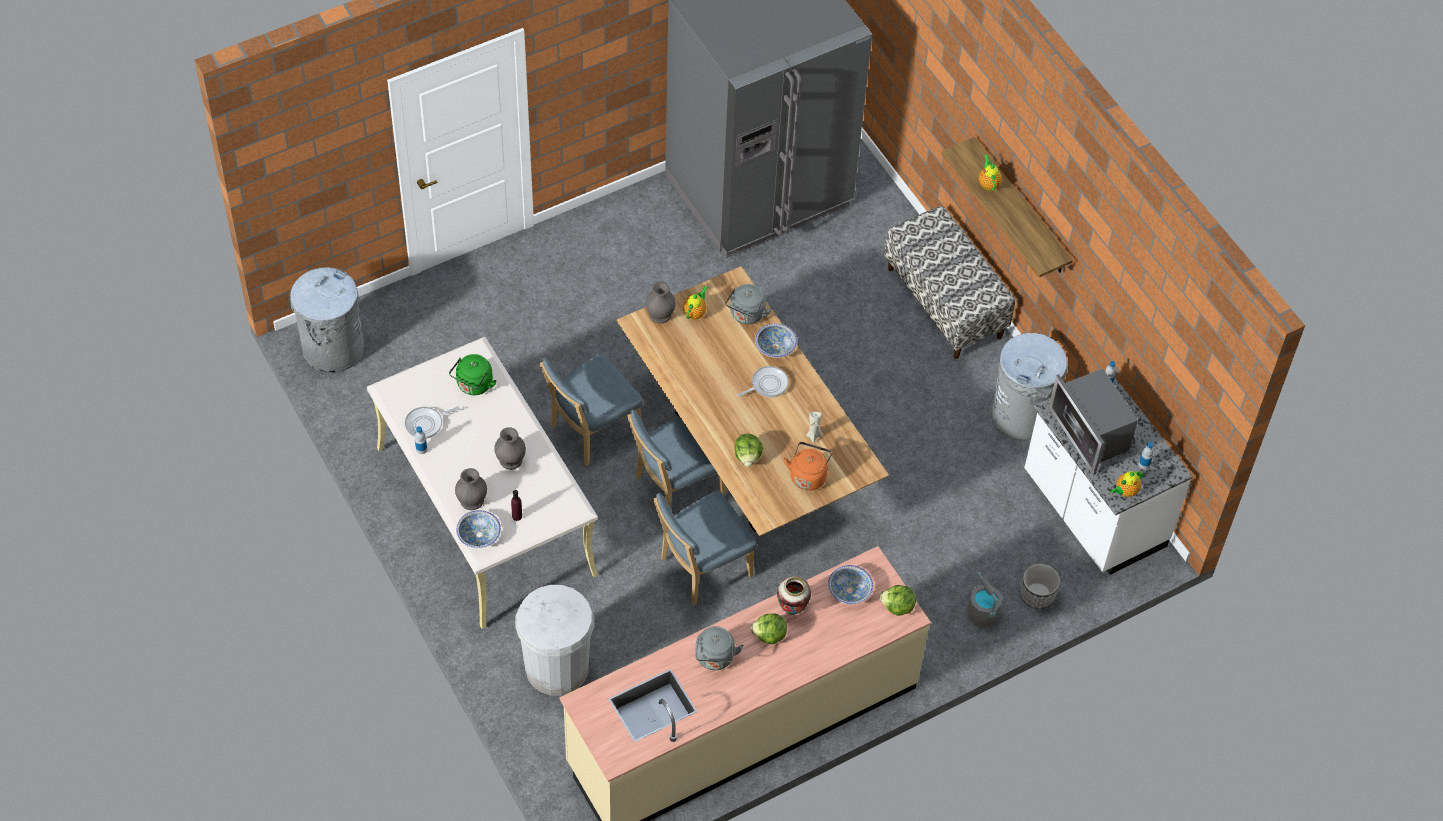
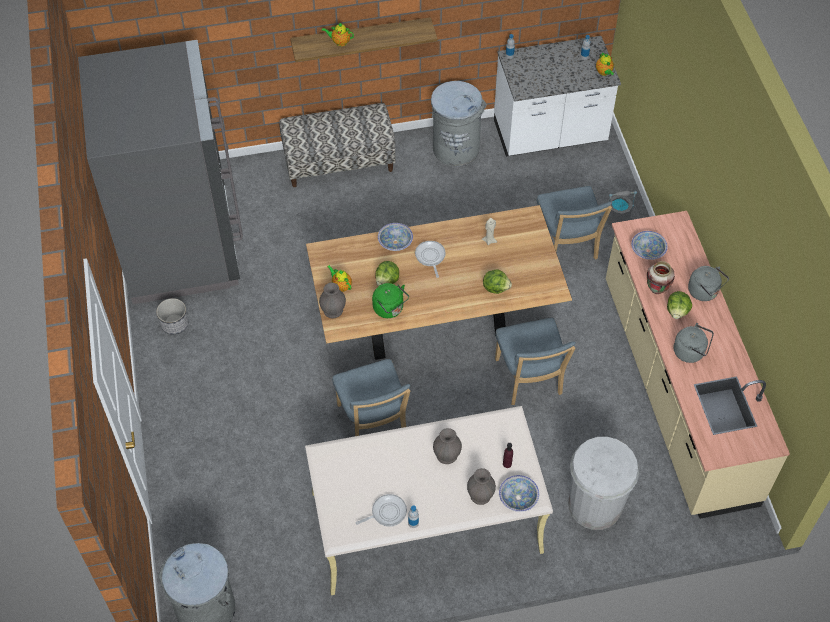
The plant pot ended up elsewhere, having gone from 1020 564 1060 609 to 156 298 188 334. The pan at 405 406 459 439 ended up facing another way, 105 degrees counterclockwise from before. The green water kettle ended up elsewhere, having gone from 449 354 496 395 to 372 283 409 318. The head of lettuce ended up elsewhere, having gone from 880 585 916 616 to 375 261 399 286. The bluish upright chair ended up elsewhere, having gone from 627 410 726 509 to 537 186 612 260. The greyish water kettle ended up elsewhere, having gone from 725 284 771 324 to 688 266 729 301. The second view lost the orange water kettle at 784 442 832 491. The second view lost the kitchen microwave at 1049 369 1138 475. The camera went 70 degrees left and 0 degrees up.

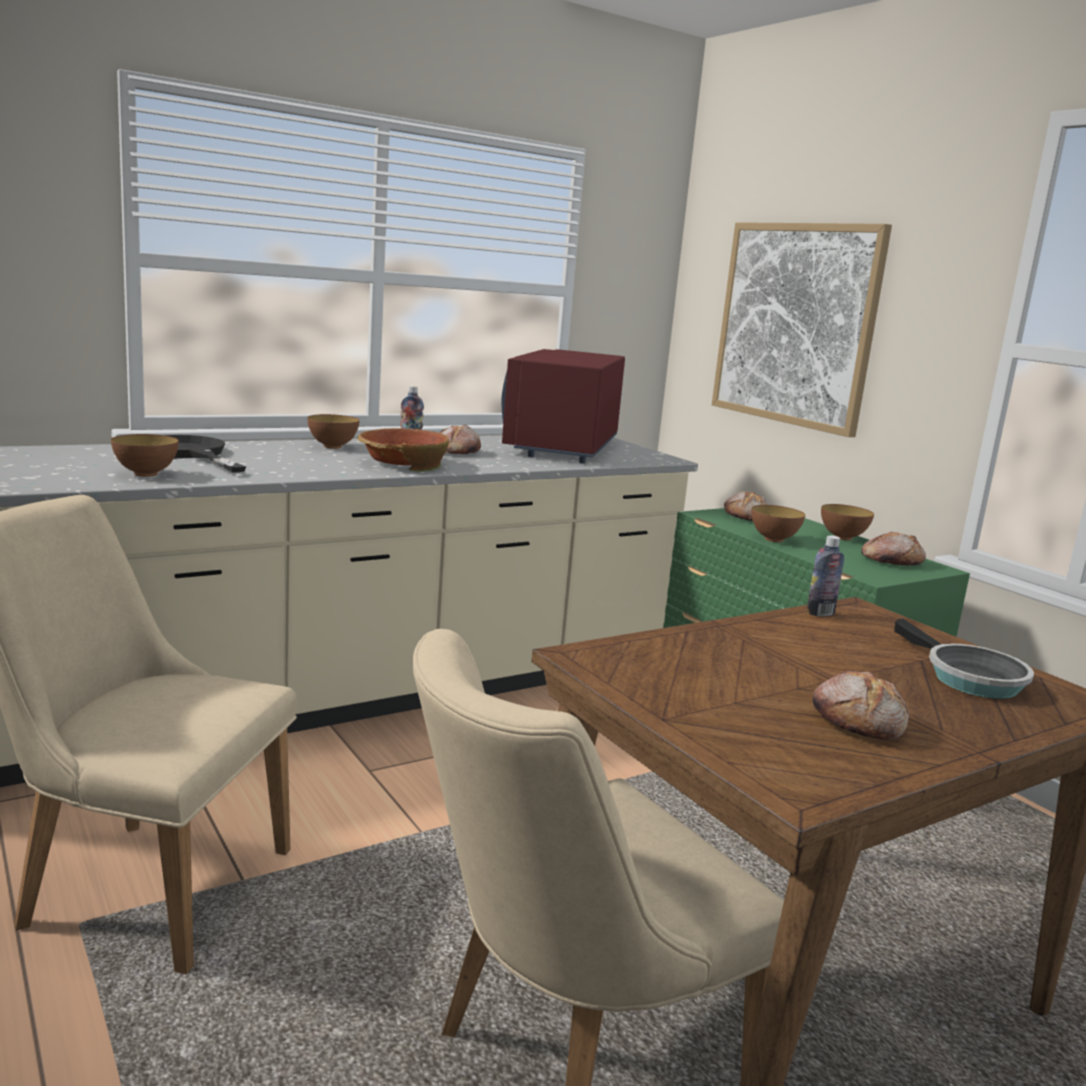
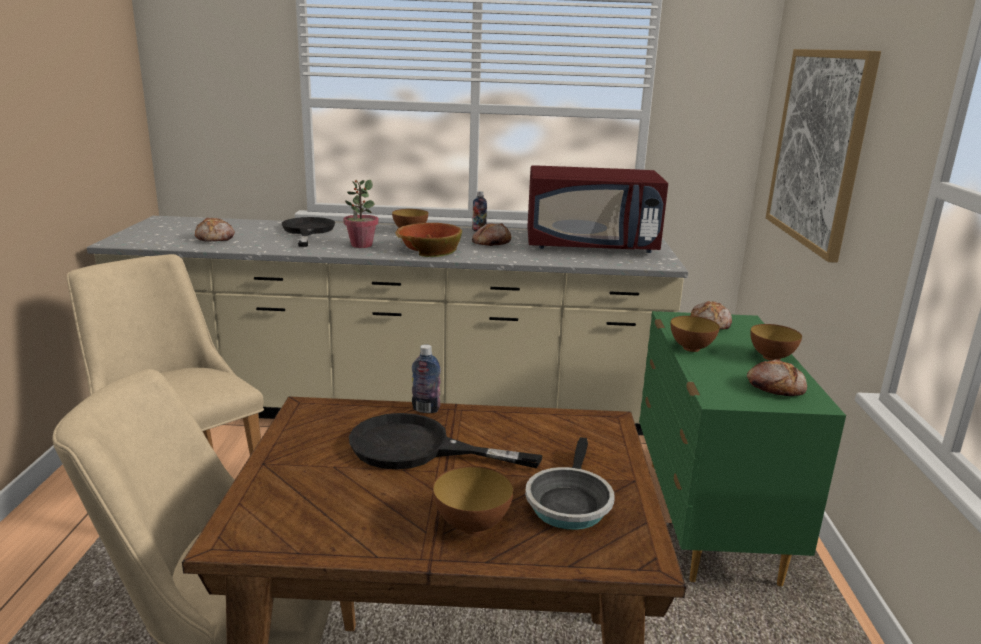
The bread ended up elsewhere, having gone from 813 671 909 740 to 195 218 235 242. The second view gained the houseplant at 343 180 379 248. The second view gained the blackish pan at 349 413 542 470. The bottle ended up elsewhere, having gone from 806 535 844 616 to 412 344 441 413. The deep dish ended up elsewhere, having gone from 111 434 179 477 to 433 466 514 534. The reddish kitchen microwave at 501 349 625 464 ended up facing another way, 135 degrees counterclockwise from before. The camera went 35 degrees right and 5 degrees up.

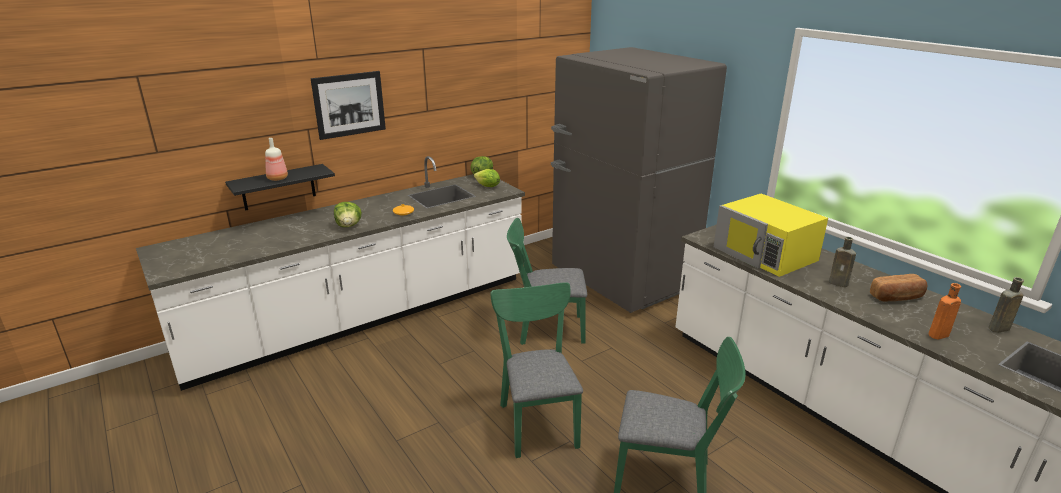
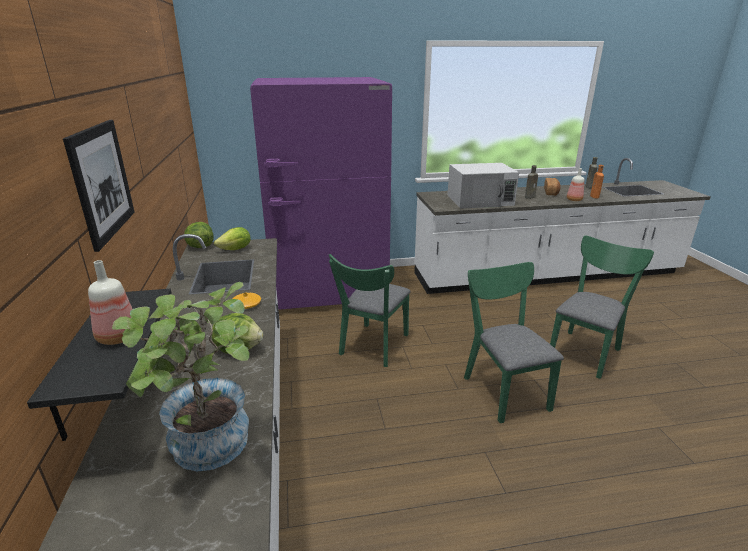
The second view gained the houseplant at 112 282 249 472. What was the greyish kitchen fridge at 551 47 727 313 turned into the purple-coloured kitchen fridge at 250 77 392 310. What was the yellowish kitchen microwave at 714 194 828 277 turned into the white kitchen microwave at 447 163 519 209. The green upright chair at 491 282 583 458 ended up facing another way, 60 degrees clockwise from before. The second view gained the bottle at 567 168 584 201. The camera went 65 degrees left and 0 degrees up.

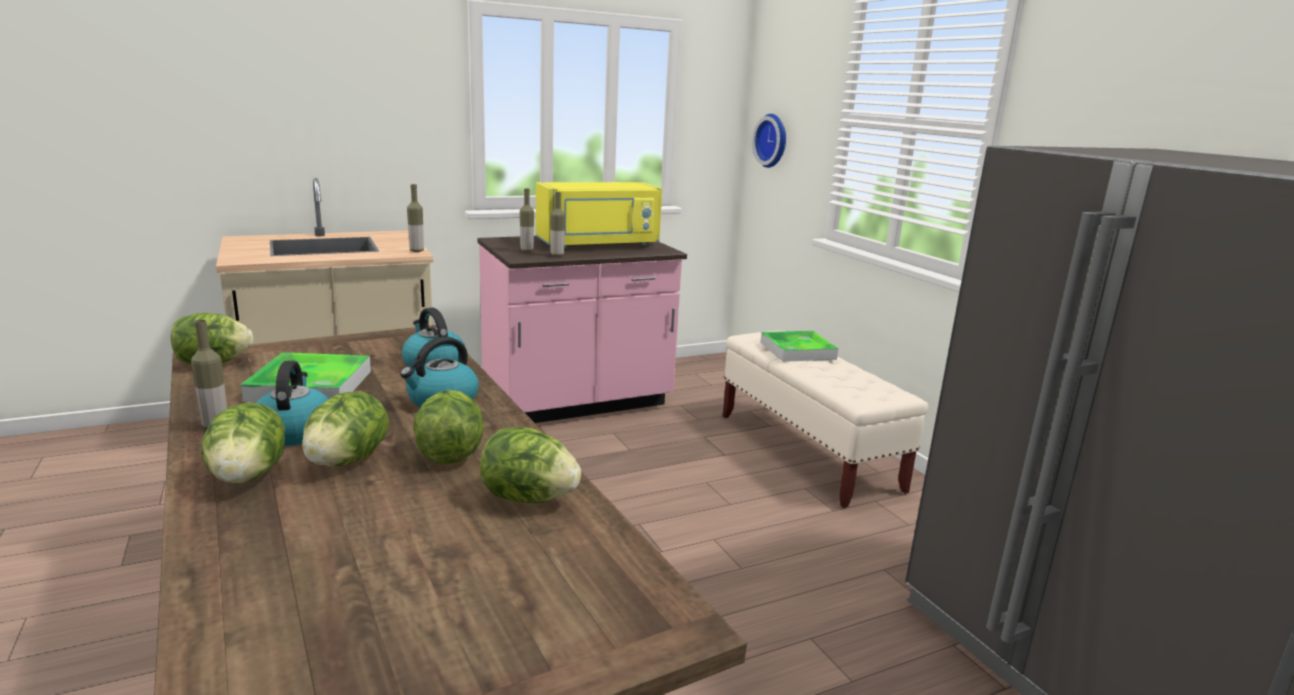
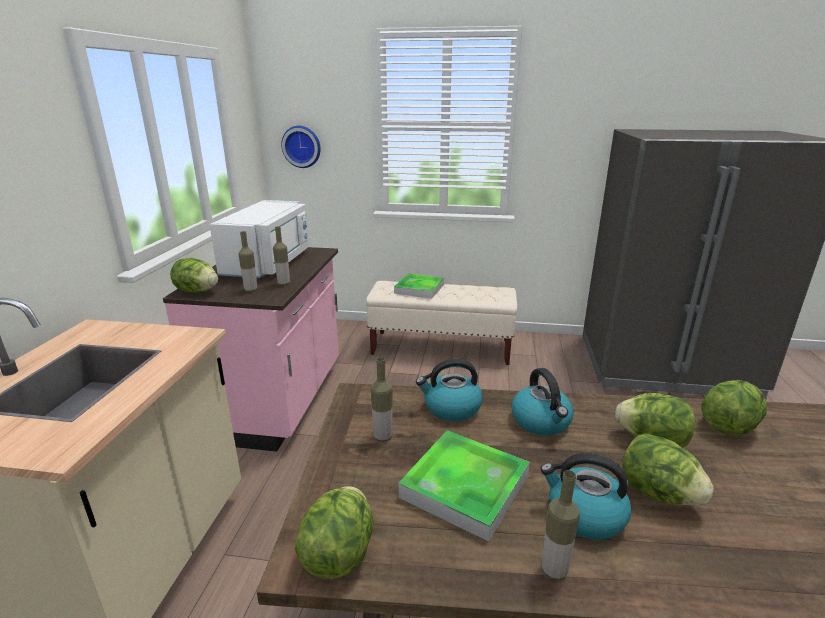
The head of lettuce ended up elsewhere, having gone from 201 402 285 483 to 170 258 218 293. What was the yellowish kitchen microwave at 536 182 662 248 turned into the white kitchen microwave at 209 200 309 278. The bottle ended up elsewhere, having gone from 407 184 424 252 to 371 357 393 442. The camera went 55 degrees left and 5 degrees up.

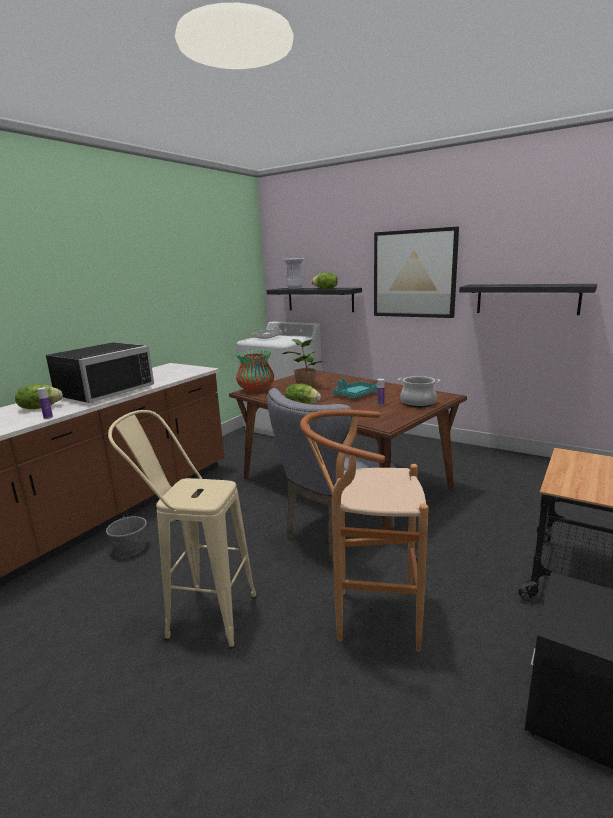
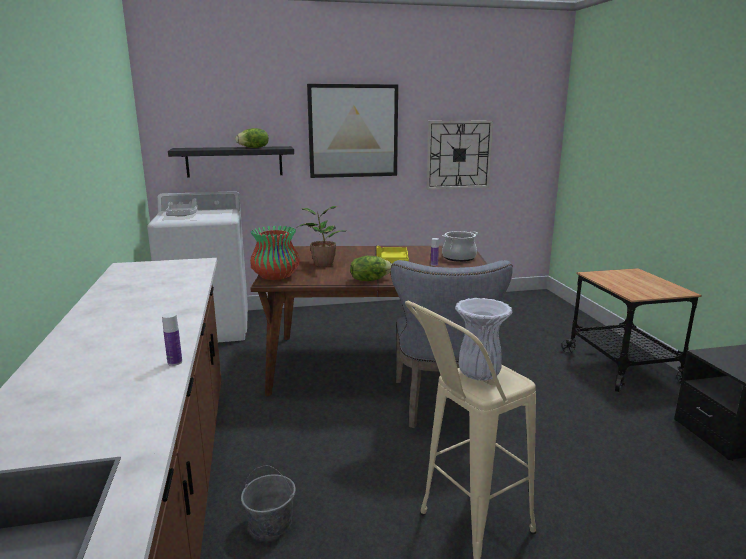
What was the blue-green serving tray at 333 379 377 398 turned into the yellowish serving tray at 377 246 409 263. Where the blackish wall shelf hung at 459 284 597 315, the clock on the wall came to hang at 426 121 493 189. The white decorative vase ended up elsewhere, having gone from 282 258 304 289 to 455 298 513 381. The second view lost the head of lettuce at 15 384 63 409. The second view lost the blackish kitchen microwave at 46 342 154 403. The second view lost the brown-coloured sitting stool at 300 409 429 652. The camera went 45 degrees left and 0 degrees up.

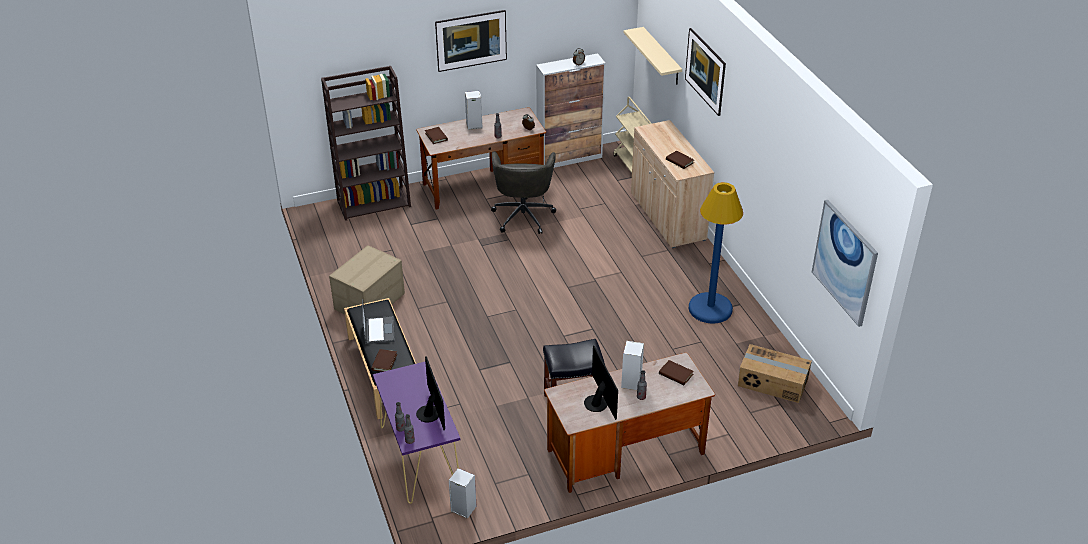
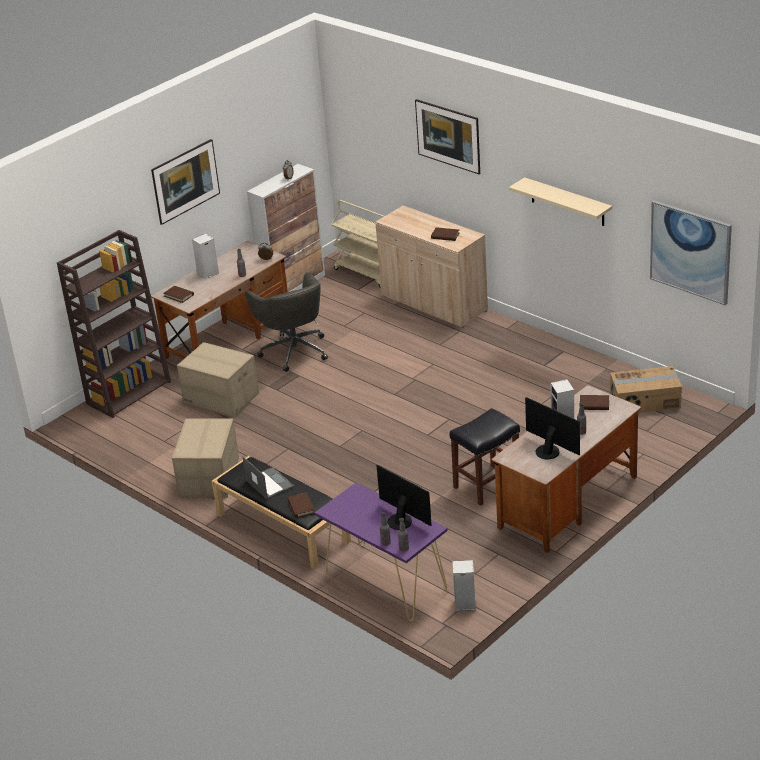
The second view gained the cardboard box at 177 342 259 417. The beige-coloured wall shelf ended up elsewhere, having gone from 624 27 682 85 to 509 177 612 226. The second view lost the bluish floor lamp at 689 182 743 324. The camera went 25 degrees left and 5 degrees down.

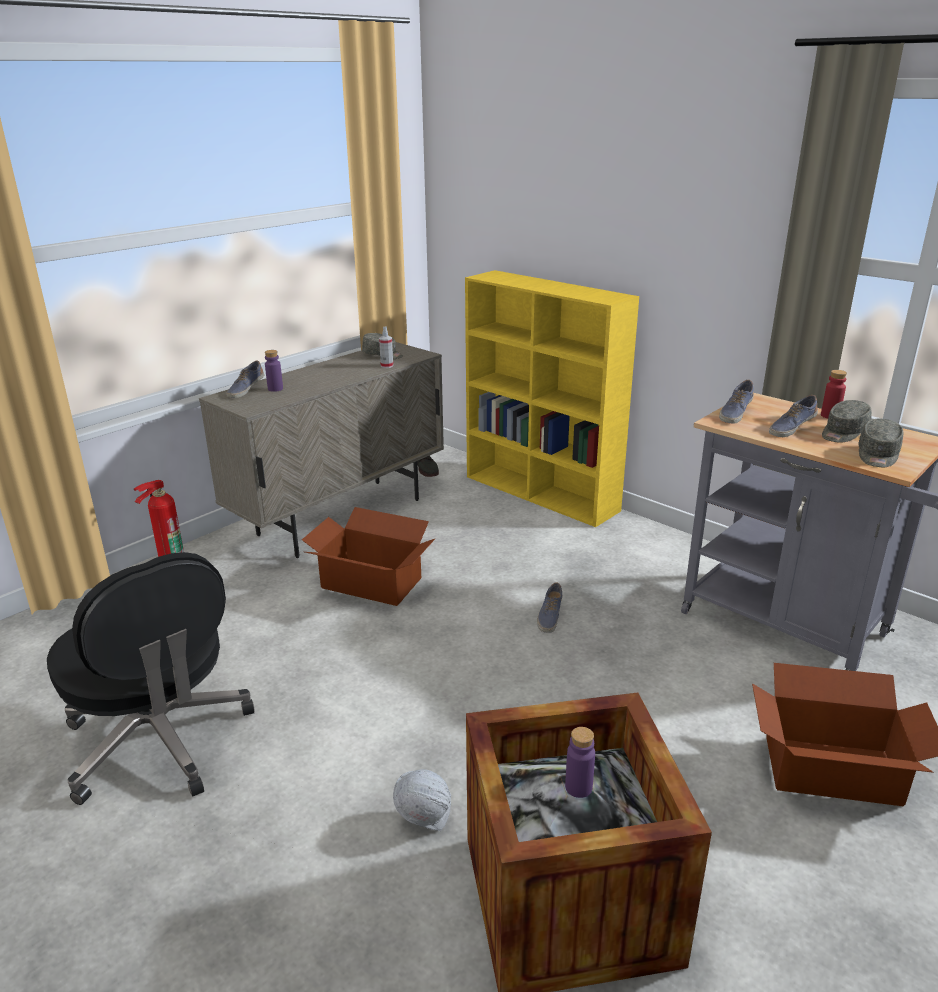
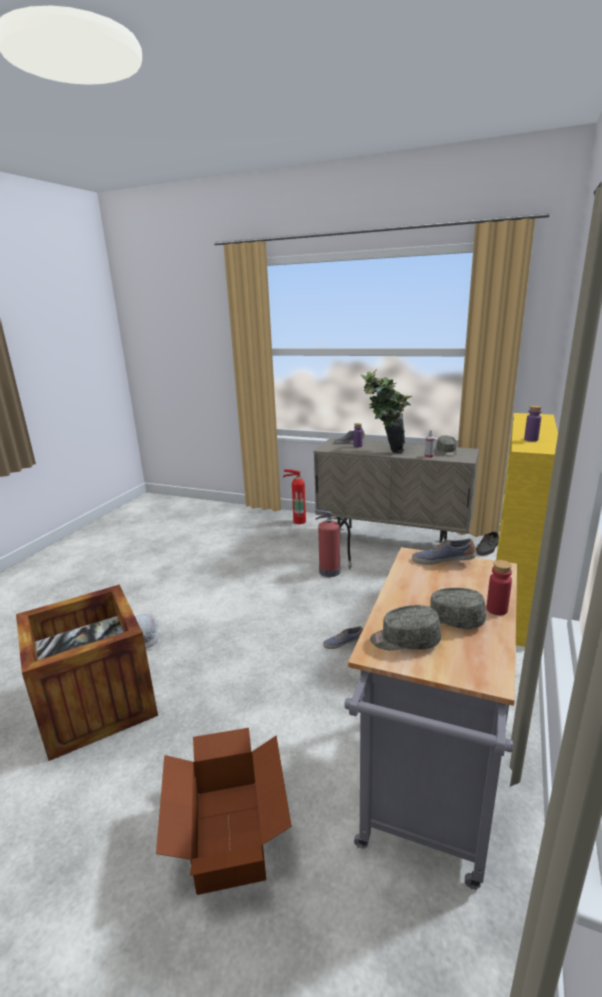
Where the cardboard box stood at 302 507 435 606, the fire extinguisher came to stand at 315 509 352 577. The second view gained the houseplant at 360 369 412 453. The purple-coloured bottle ended up elsewhere, having gone from 565 727 595 798 to 524 405 541 442. The second view lost the blackish computer chair at 47 552 254 805. The second view lost the low shoe at 769 395 818 437. The camera went 70 degrees right and 5 degrees down.

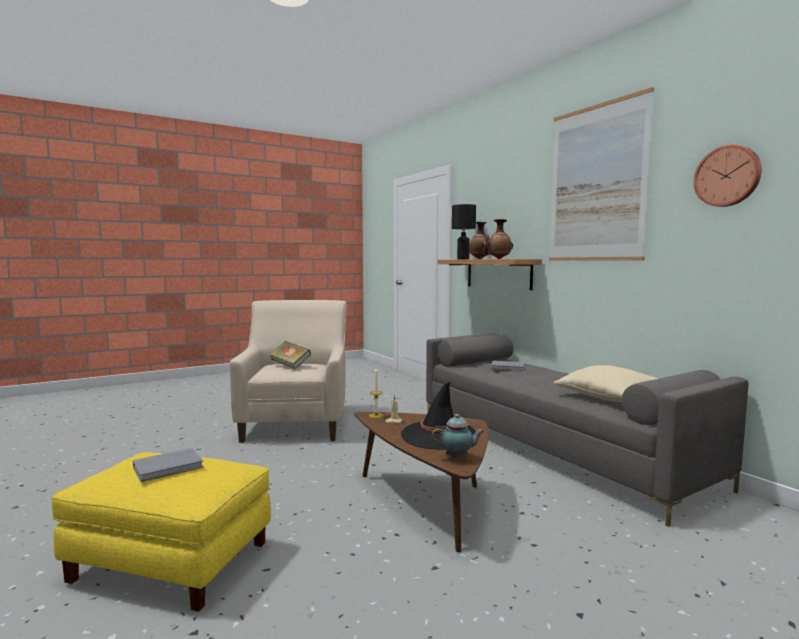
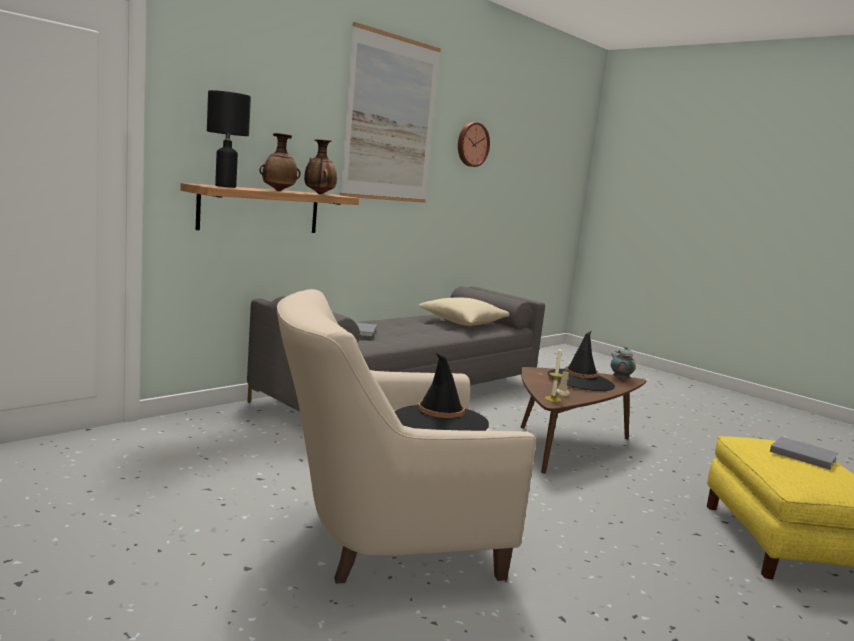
Where the bound book stood at 269 341 311 369, the blackish wearable hat came to stand at 394 353 489 431. The camera went 105 degrees left and 5 degrees up.

